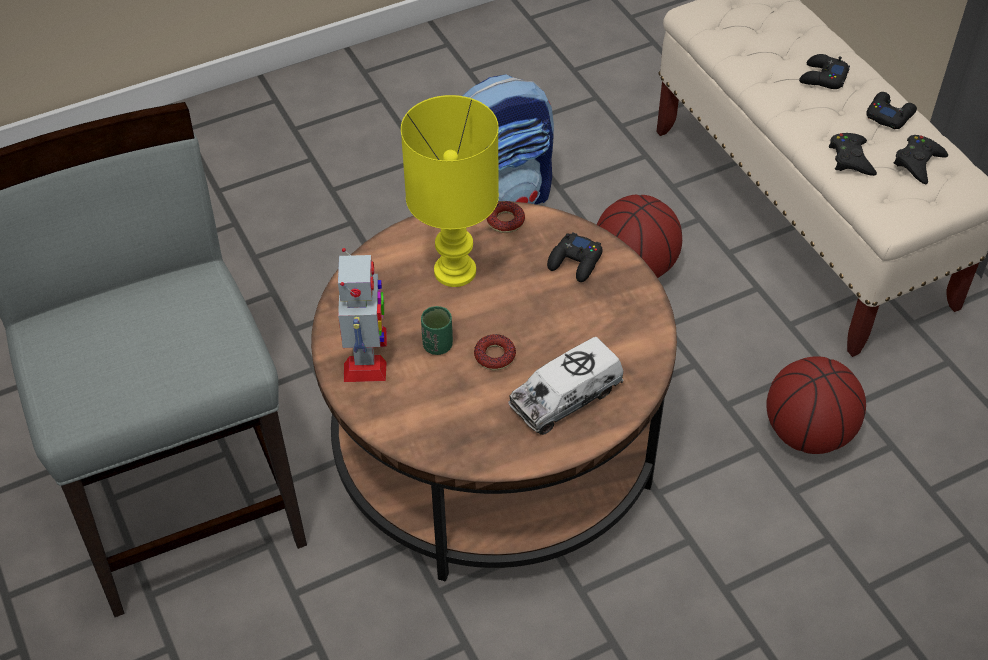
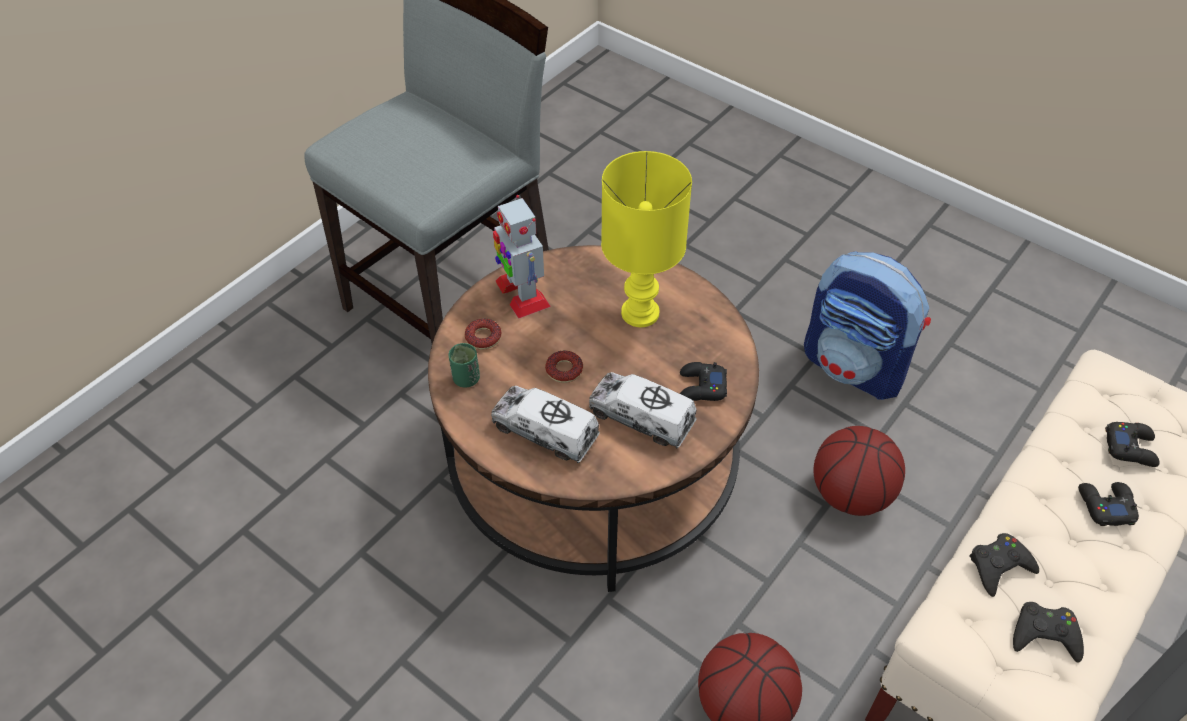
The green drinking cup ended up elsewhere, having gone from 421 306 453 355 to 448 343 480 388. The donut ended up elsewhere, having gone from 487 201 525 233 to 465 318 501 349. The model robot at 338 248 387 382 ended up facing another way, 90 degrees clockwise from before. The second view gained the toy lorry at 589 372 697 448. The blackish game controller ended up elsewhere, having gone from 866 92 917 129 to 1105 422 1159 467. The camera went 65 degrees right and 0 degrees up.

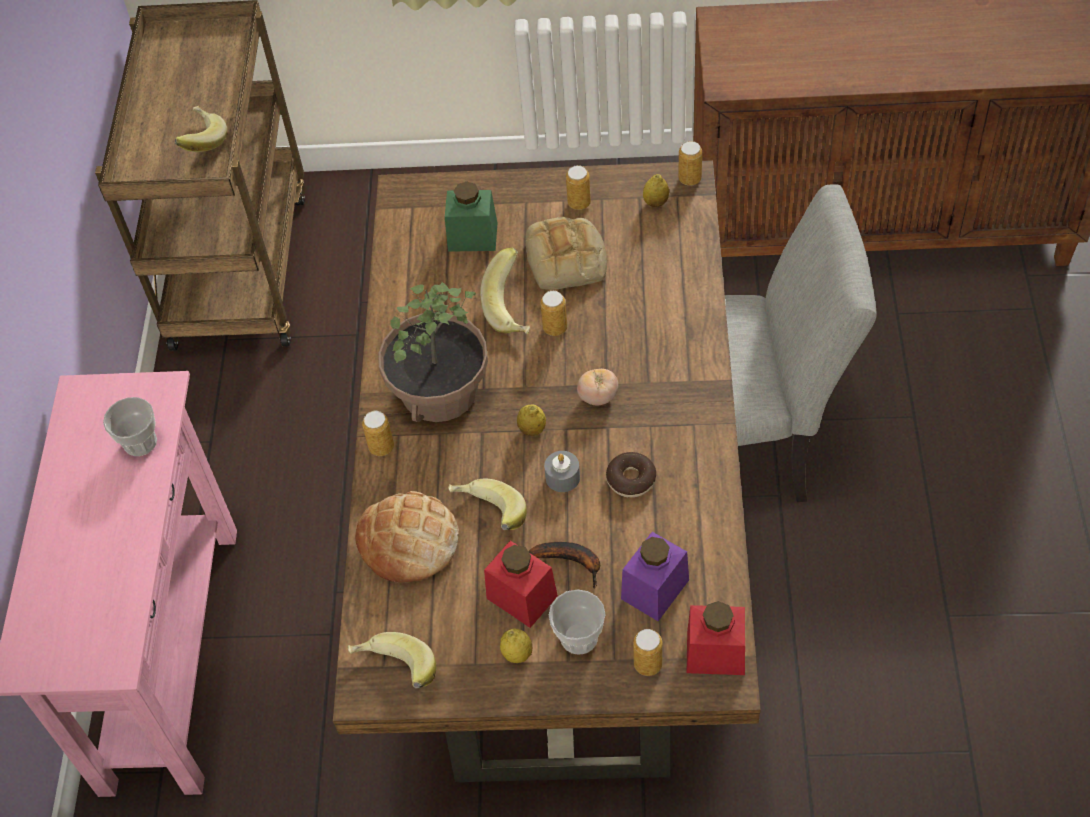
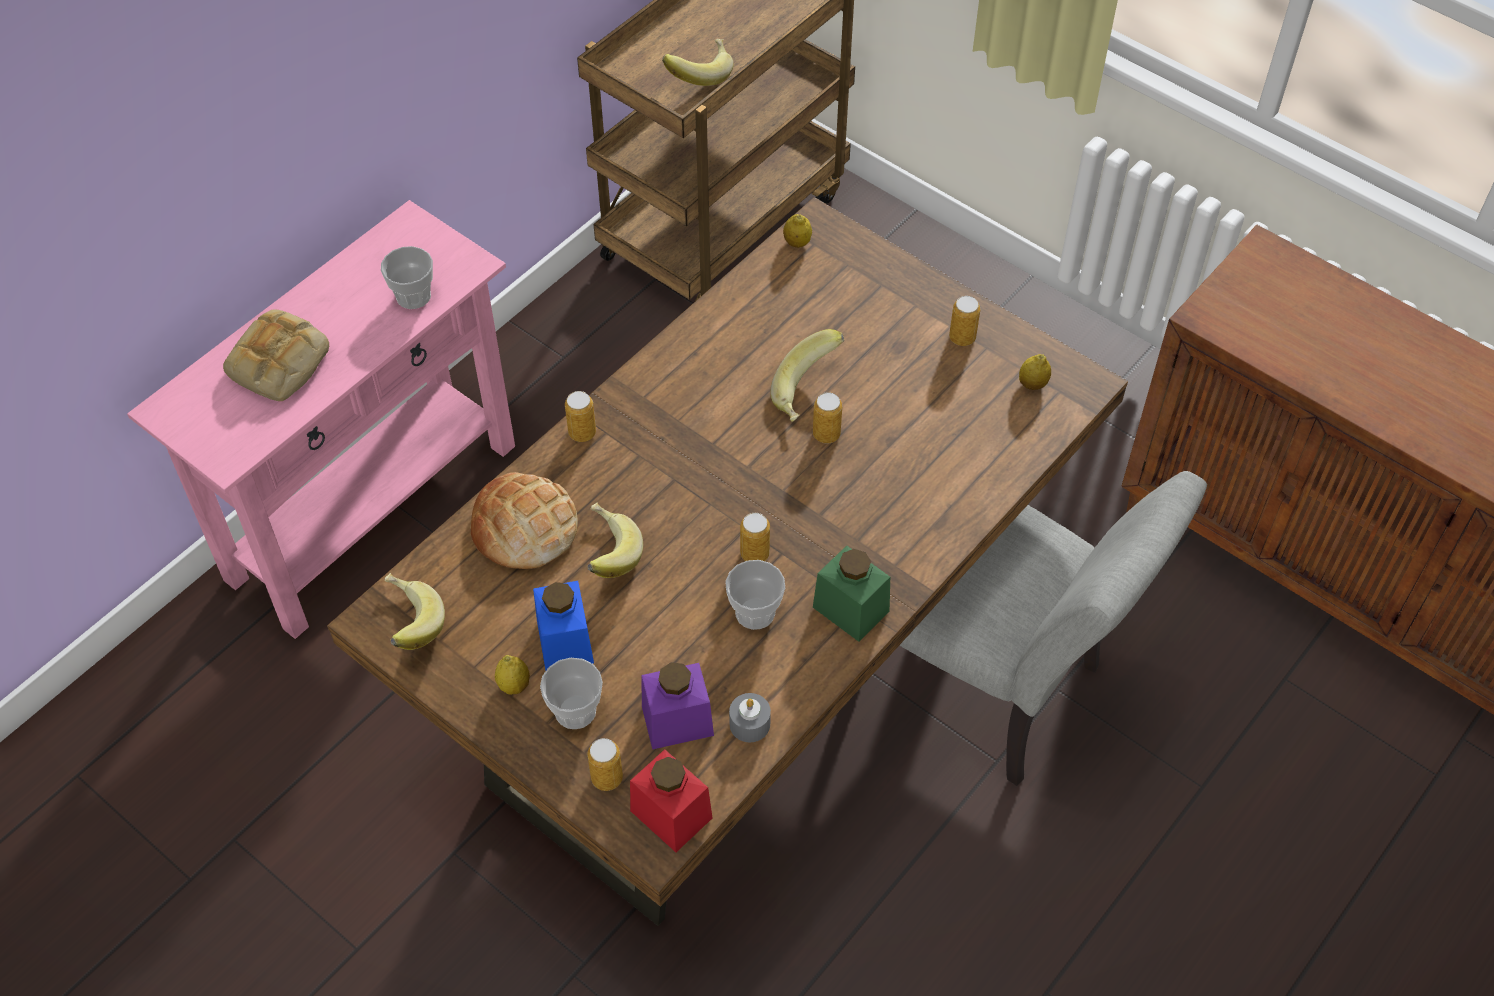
The bread ended up elsewhere, having gone from 525 217 607 290 to 223 310 329 401. What was the reddish storage jar at 484 541 558 628 turned into the bluish storage jar at 533 581 594 670. Where the donut stood at 606 452 656 498, the drinking cup came to stand at 725 560 785 630. The greyish candle ended up elsewhere, having gone from 544 451 580 492 to 729 693 771 742. The sealed can ended up elsewhere, having gone from 678 141 702 186 to 740 513 770 561. The lemon ended up elsewhere, having gone from 517 405 546 436 to 783 214 812 248. The green storage jar ended up elsewhere, having gone from 445 182 497 252 to 813 546 890 642. The second view lost the houseplant at 378 282 488 422. The second view lost the banana fruit at 528 542 600 589. The second view lost the tomato at 577 369 618 405. The camera went 35 degrees right and 0 degrees up.

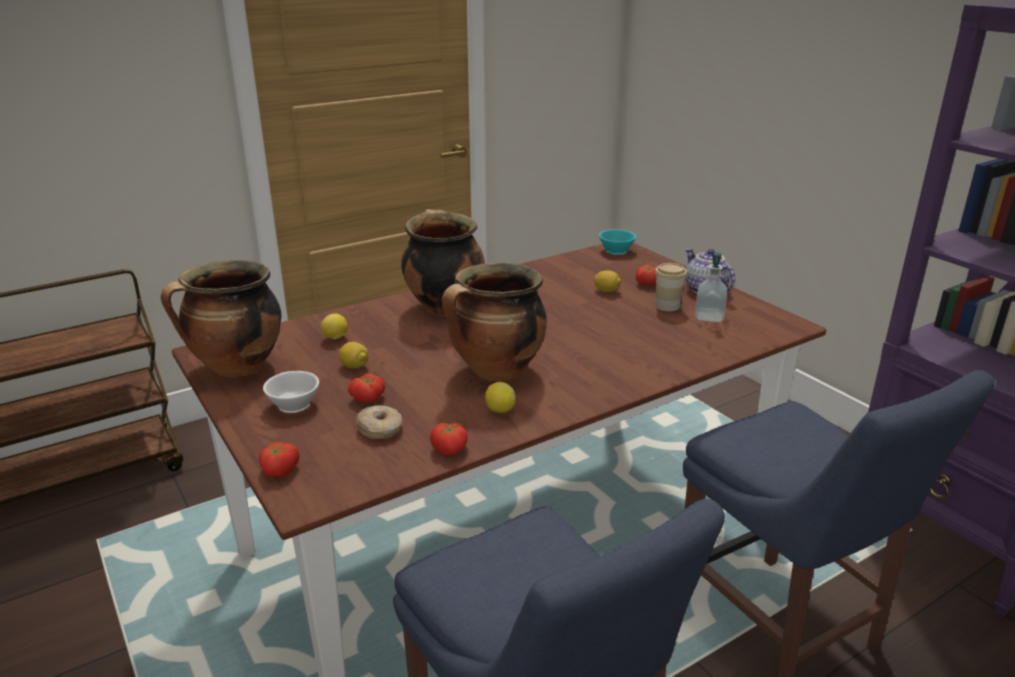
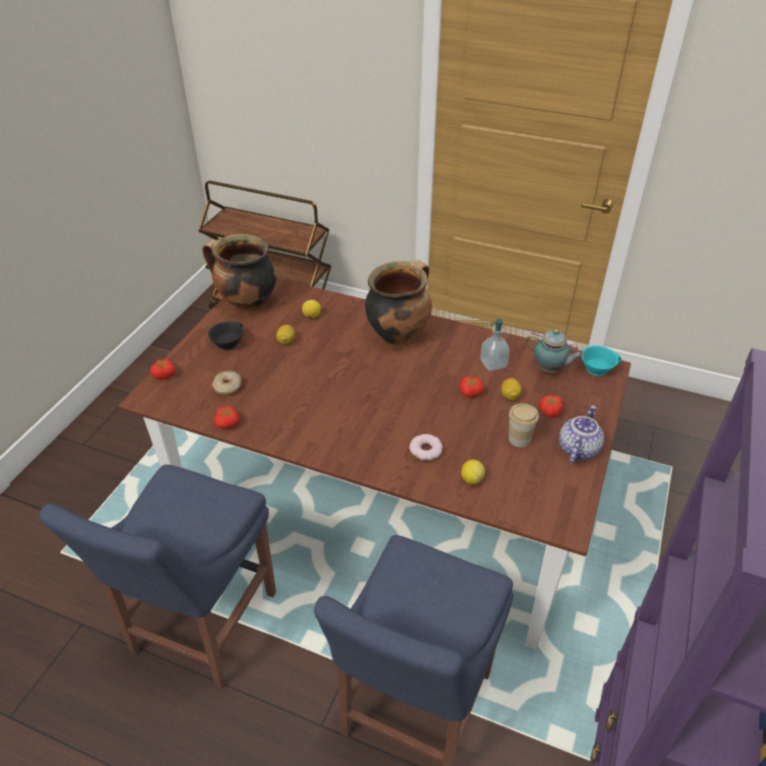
What was the white drinking cup at 263 371 319 413 turned into the blackish drinking cup at 208 322 243 350. The second view gained the donut at 409 434 443 460. The tomato ended up elsewhere, having gone from 348 373 385 403 to 459 376 484 397. The lemon ended up elsewhere, having gone from 485 382 516 413 to 461 460 485 484. The soap dispenser ended up elsewhere, having gone from 695 253 727 322 to 480 319 510 371. The second view gained the pot for tea at 525 329 584 373. The second view lost the stockpot at 441 263 547 381. The camera went 55 degrees right and 15 degrees up.

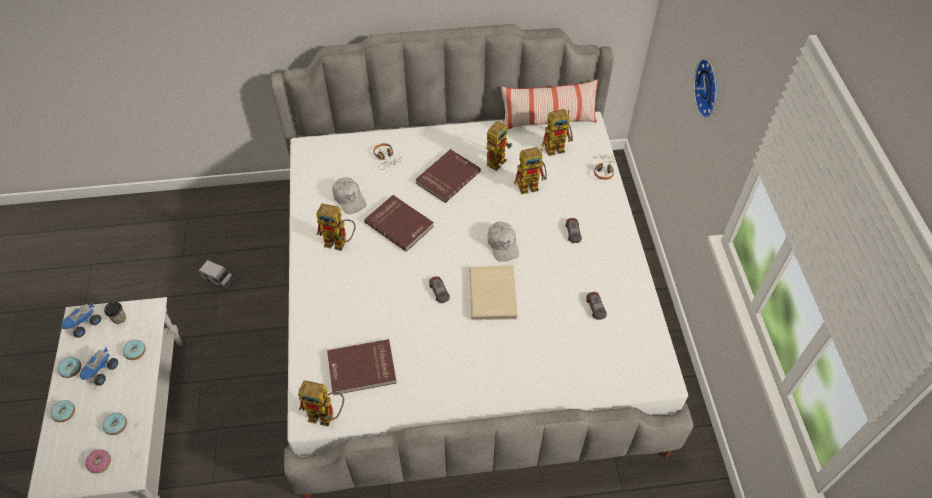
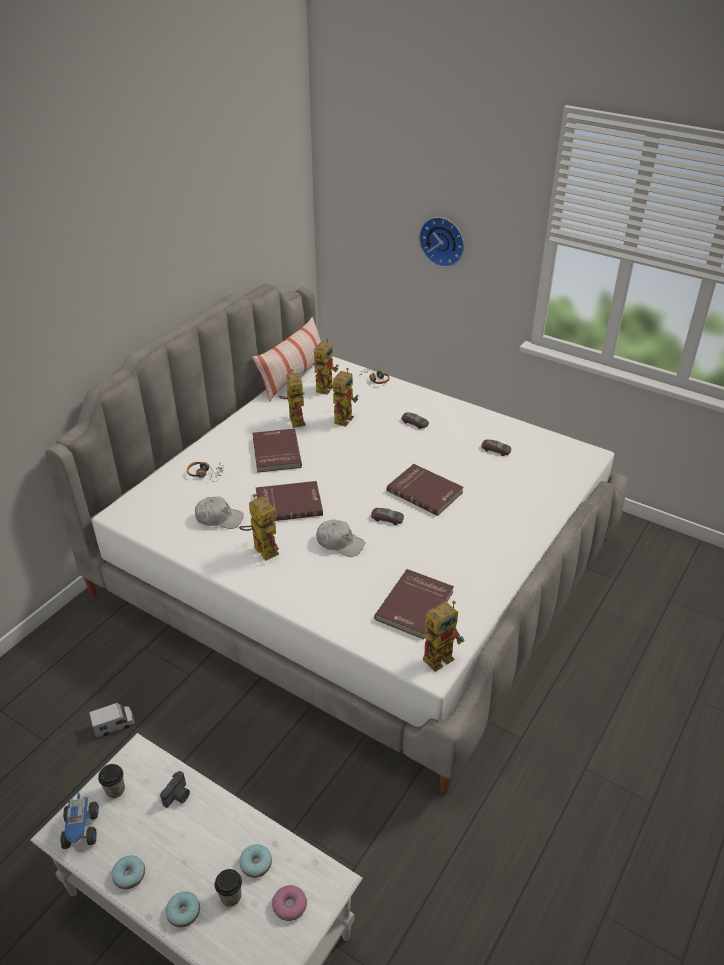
Where the donut stood at 123 340 146 360, the still camera came to stand at 160 771 190 808. The second view gained the drinking cup at 215 869 242 906. The model robot at 316 203 356 251 ended up facing another way, 90 degrees counterclockwise from before. The white baseball cap ended up elsewhere, having gone from 488 222 519 262 to 316 519 365 557. What was the beige-coloured bound book at 469 266 518 320 turned into the reddish bound book at 387 464 463 516. The second view lost the toy lorry at 80 347 118 386. The camera went 50 degrees left and 15 degrees down.

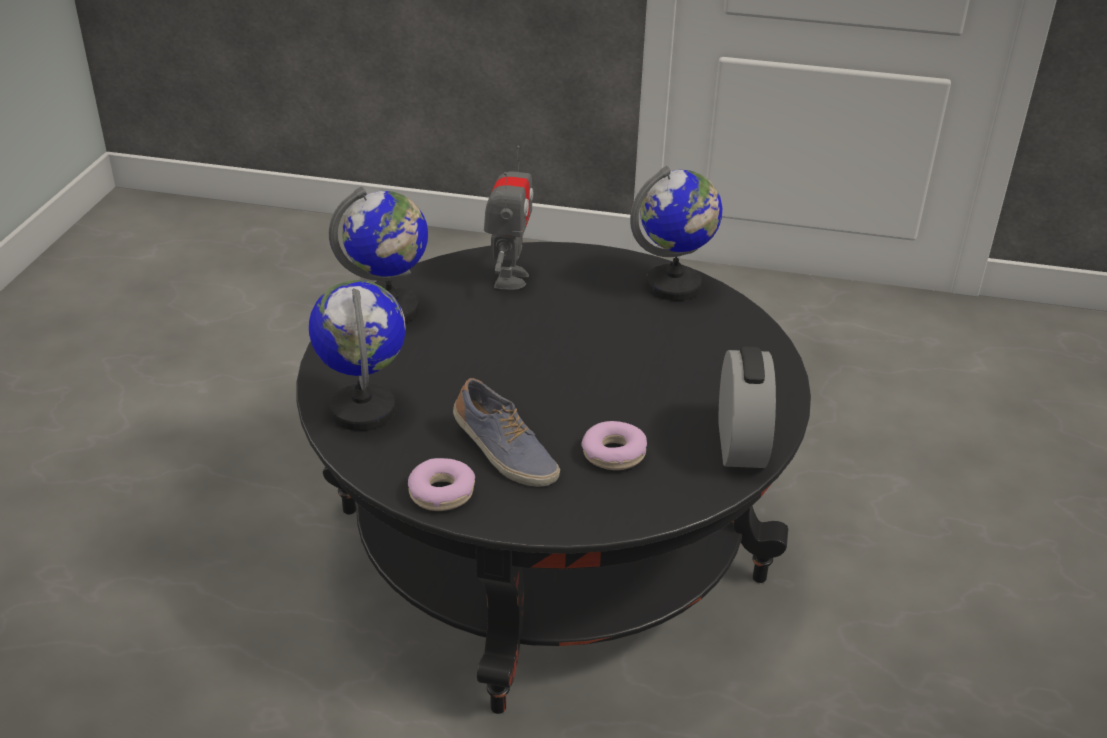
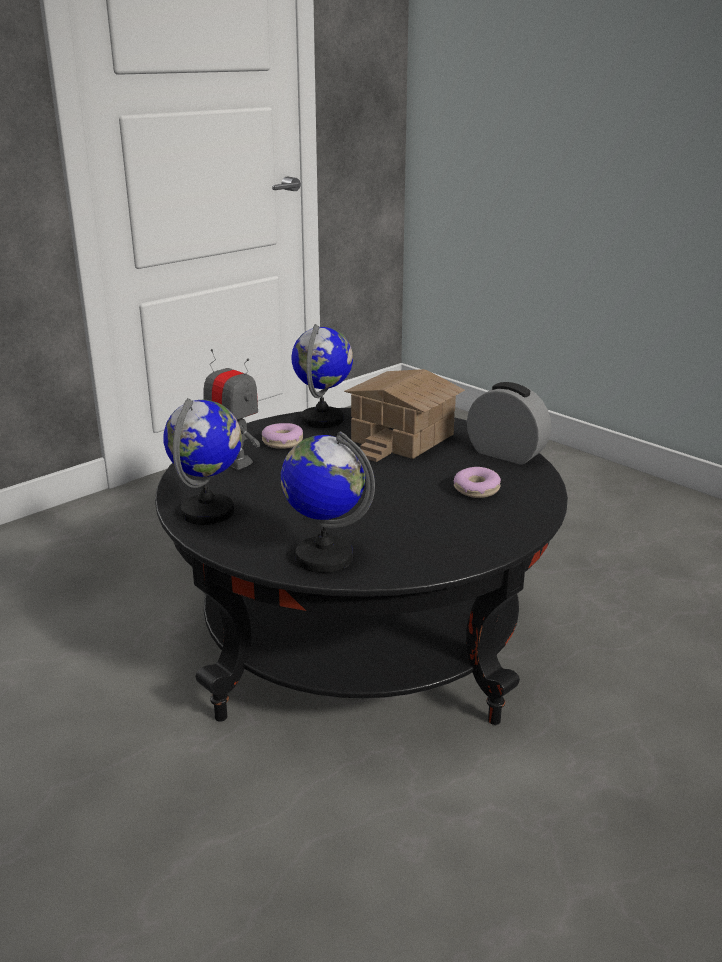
The donut ended up elsewhere, having gone from 408 458 475 511 to 262 423 303 449. The second view gained the toy house at 344 369 465 462. The second view lost the low shoe at 453 378 560 487. The camera went 55 degrees left and 10 degrees down.

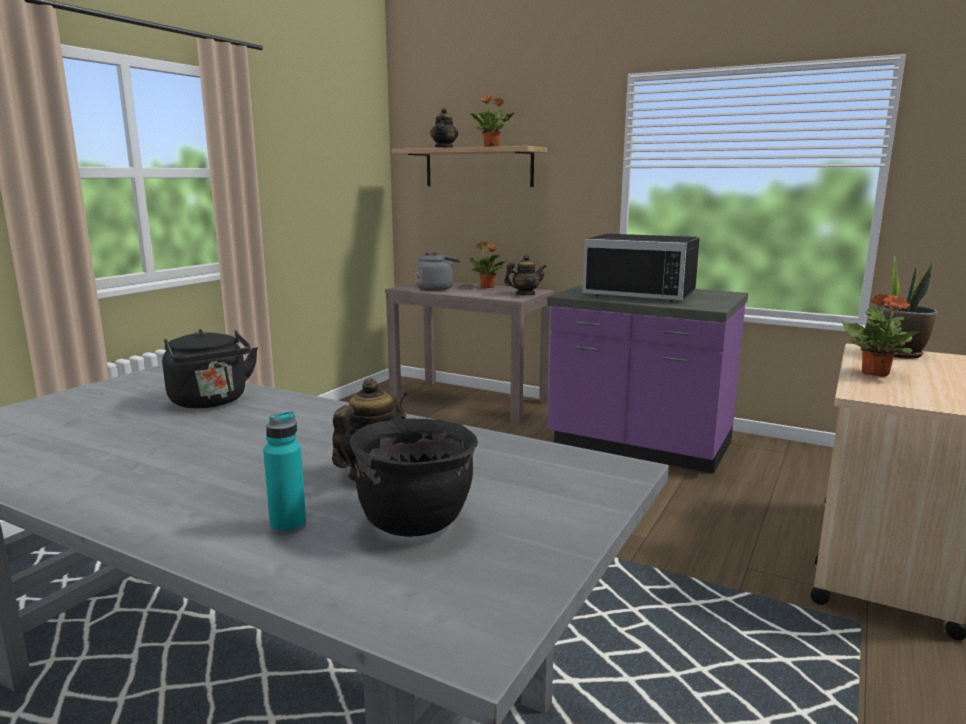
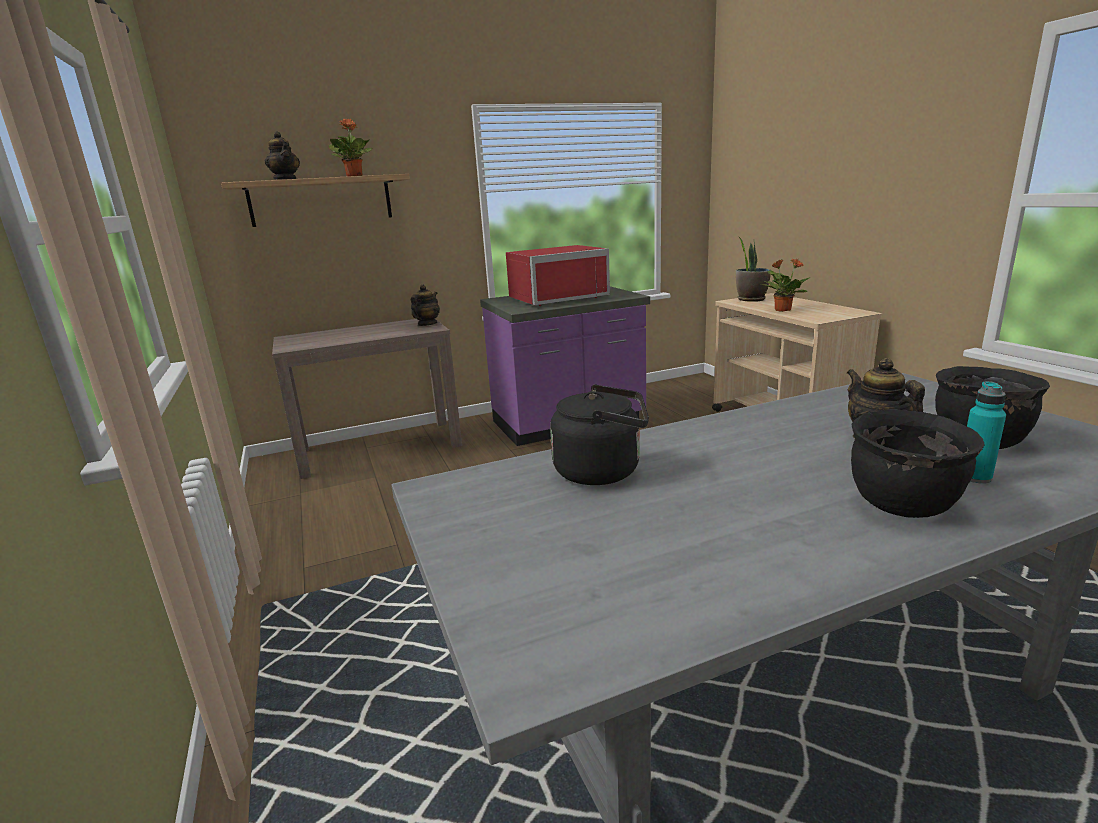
What was the blackish kitchen microwave at 582 234 700 302 turned into the reddish kitchen microwave at 506 245 610 306. The second view gained the blackish stockpot at 851 409 984 518. The second view lost the greyish water kettle at 415 252 460 291. The second view lost the houseplant at 469 242 508 288. The camera went 50 degrees left and 5 degrees up.

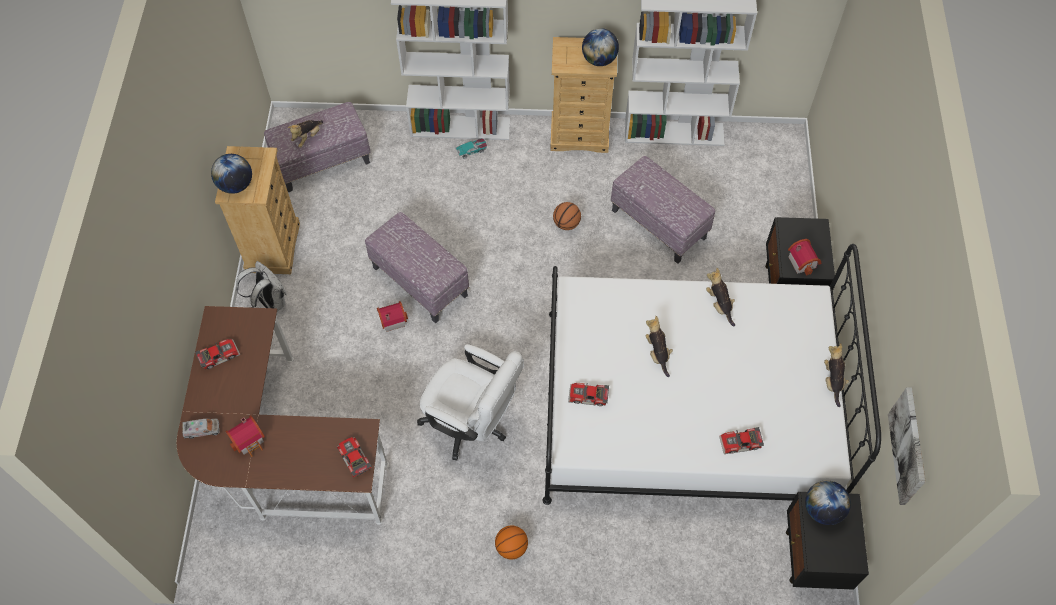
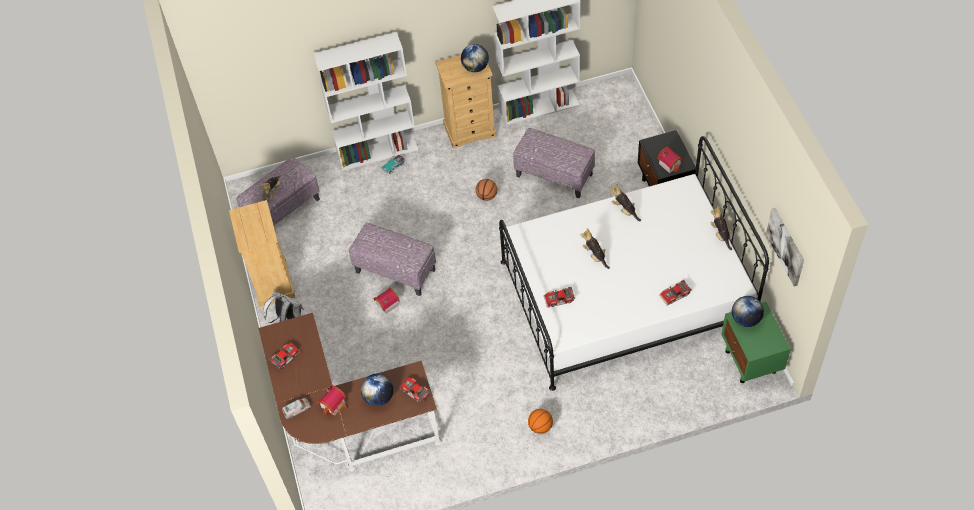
The desk globe ended up elsewhere, having gone from 211 154 252 194 to 361 374 393 406. What was the blackish nightstand at 786 492 869 590 turned into the green nightstand at 721 302 791 383. The second view lost the white computer chair at 417 344 524 460. The camera went 15 degrees left and 5 degrees down.

